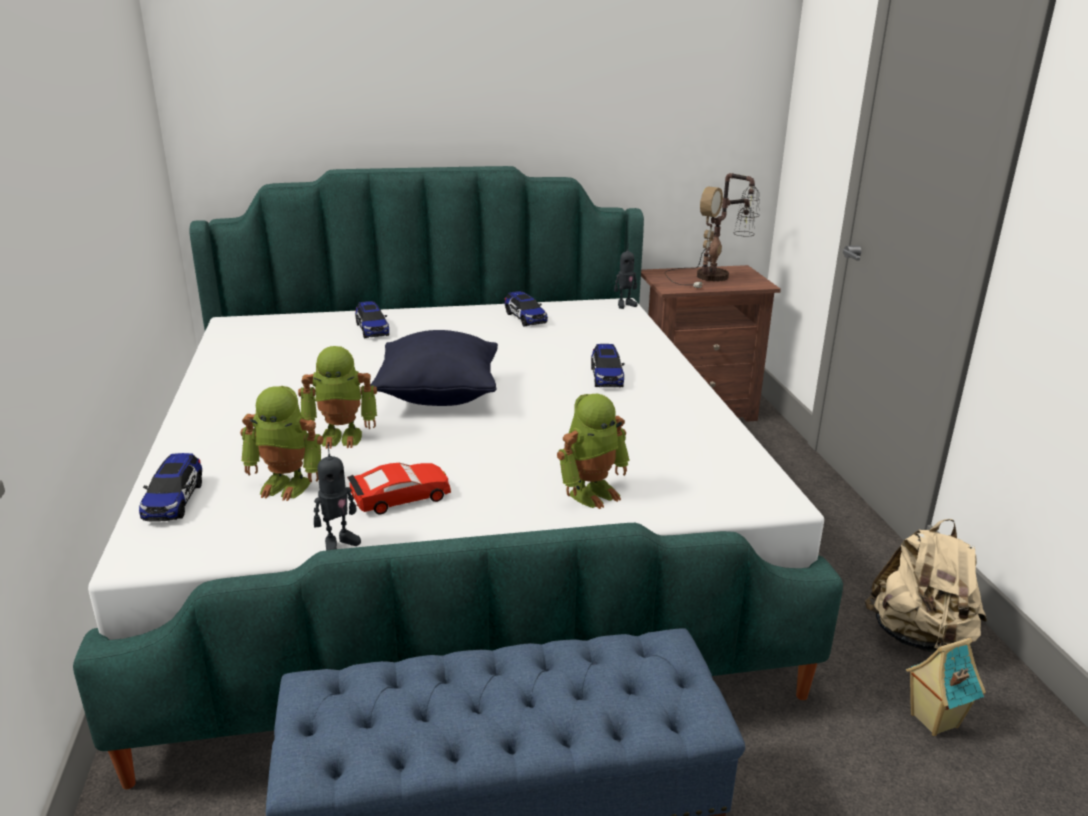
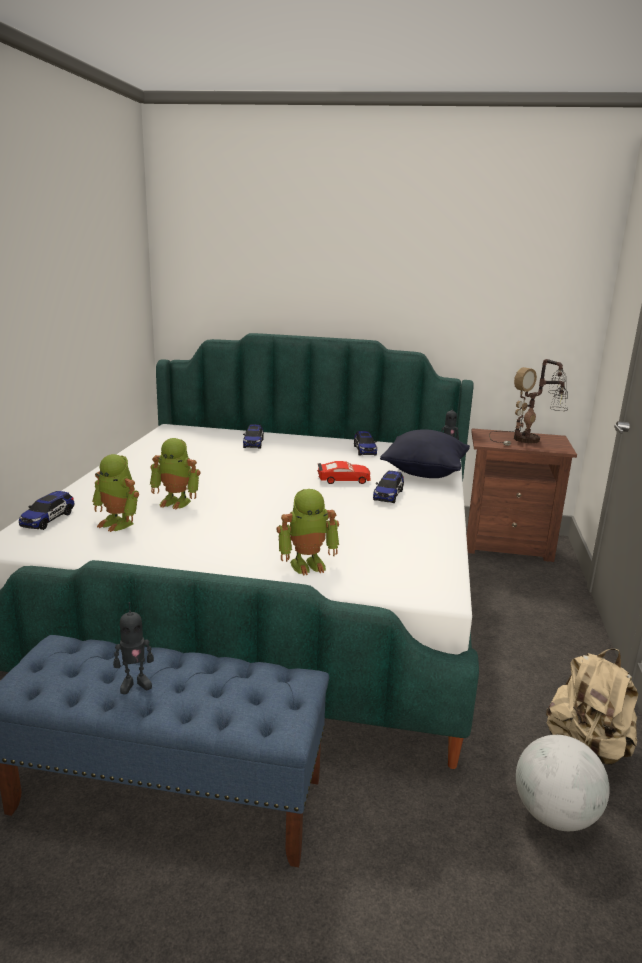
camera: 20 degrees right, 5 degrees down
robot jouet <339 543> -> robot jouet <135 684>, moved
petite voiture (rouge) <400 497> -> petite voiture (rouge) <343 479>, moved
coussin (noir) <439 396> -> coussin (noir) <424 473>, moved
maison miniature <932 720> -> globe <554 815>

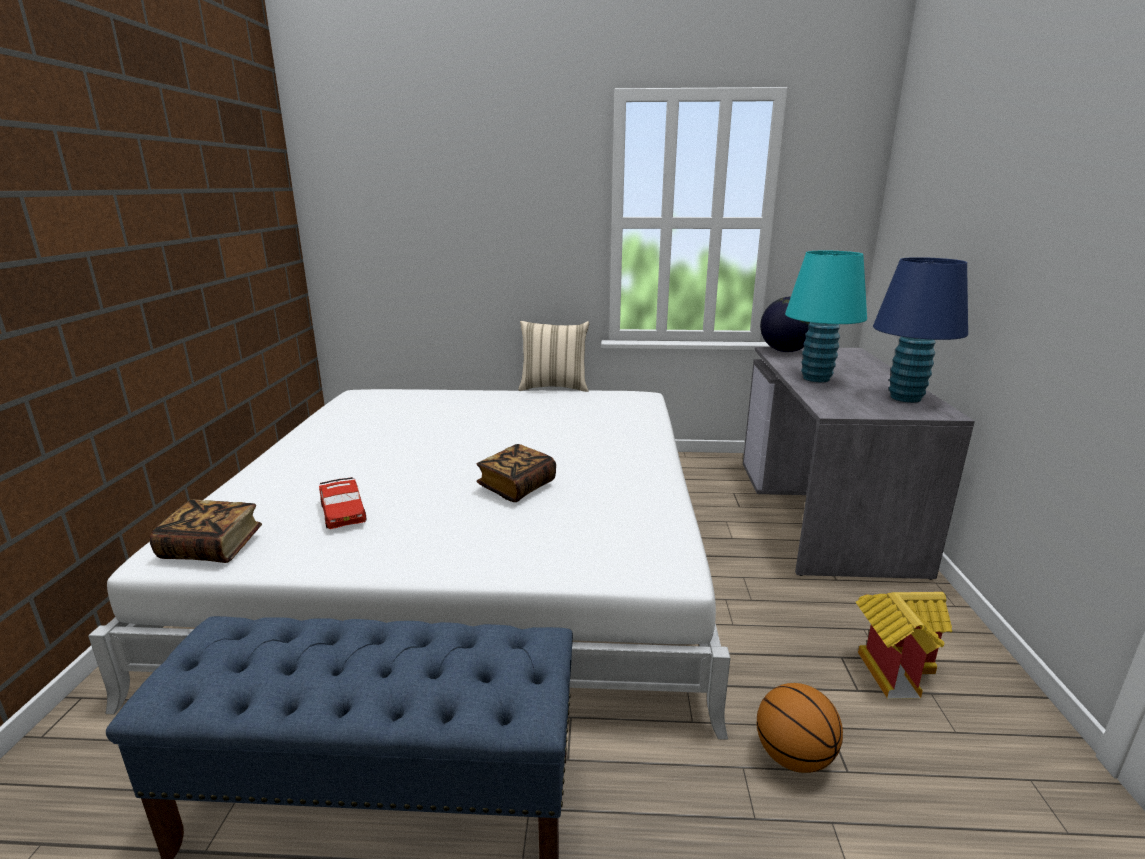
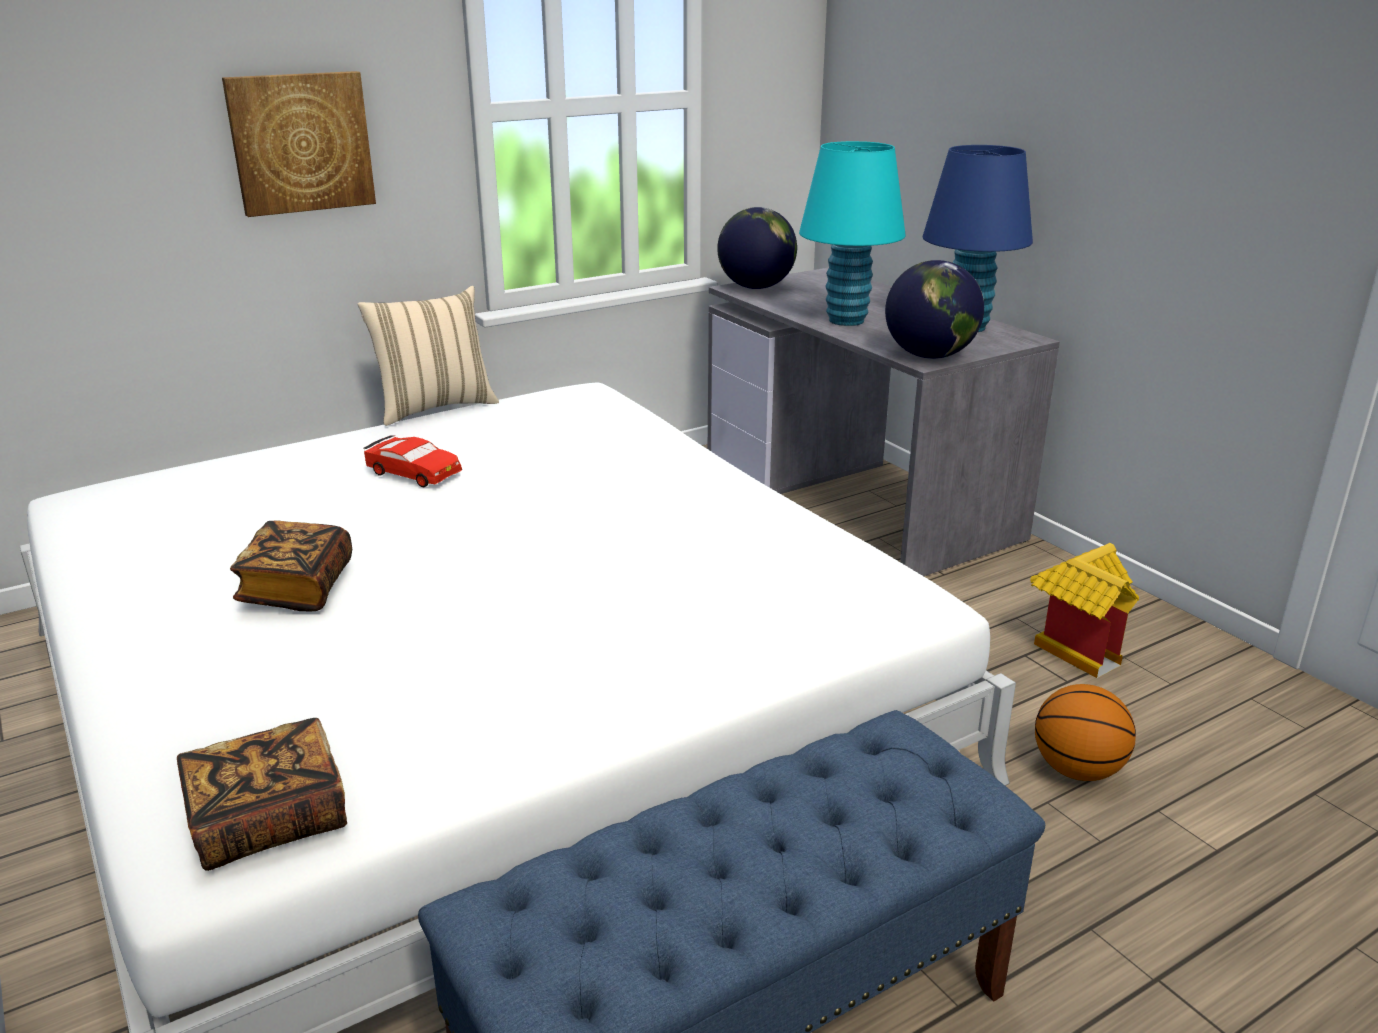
camera: 35 degrees left, 5 degrees up
none -> tableau <301 143>
livre <517 487> -> livre <297 588>, moved
petite voiture (rouge) <343 512> -> petite voiture (rouge) <414 472>, moved
none -> globe <930 356>

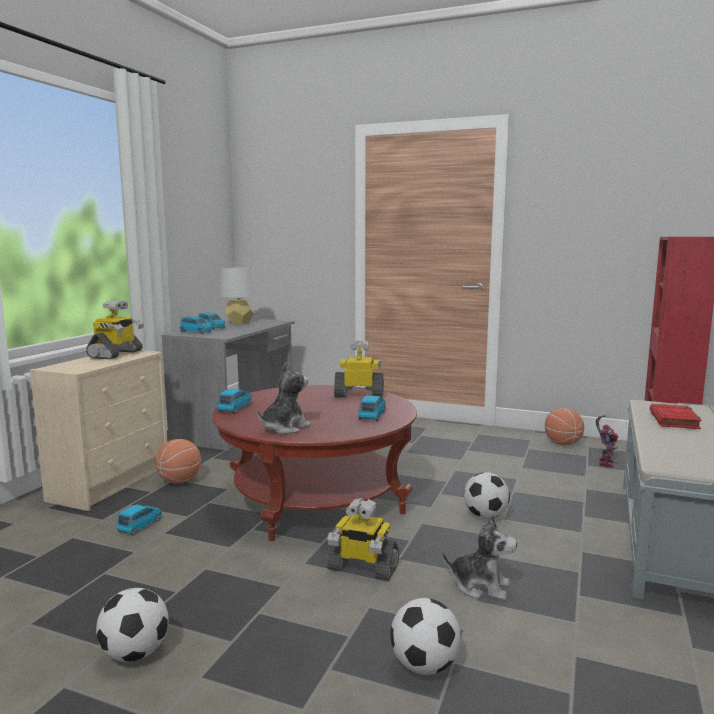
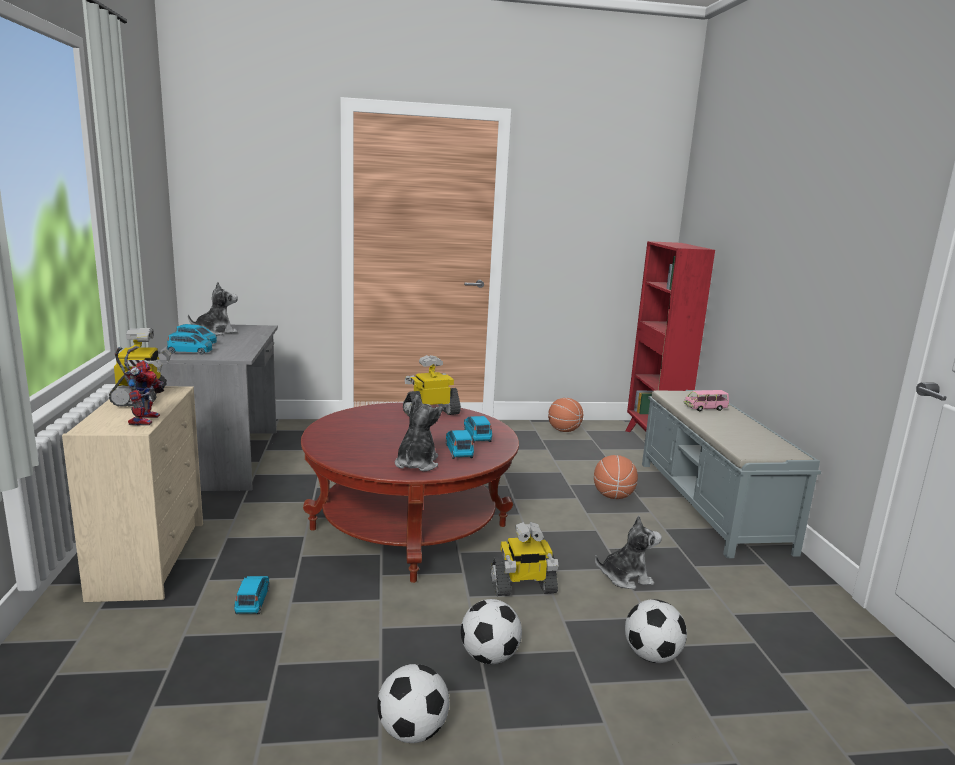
camera: 30 degrees left, 5 degrees up
robot jouet <604 462> -> robot jouet <142 419>, moved
lampe de table (gris) <239 322> -> peluche <216 332>
petite voiture (bleu) <235 408> -> petite voiture (bleu) <458 451>, moved
ballon de foot <486 516> -> ballon de foot <489 656>, moved
ballon de basket <179 481> -> ballon de basket <613 496>, moved
livre (rouge) <674 420> -> petite voiture (rose) <705 408>

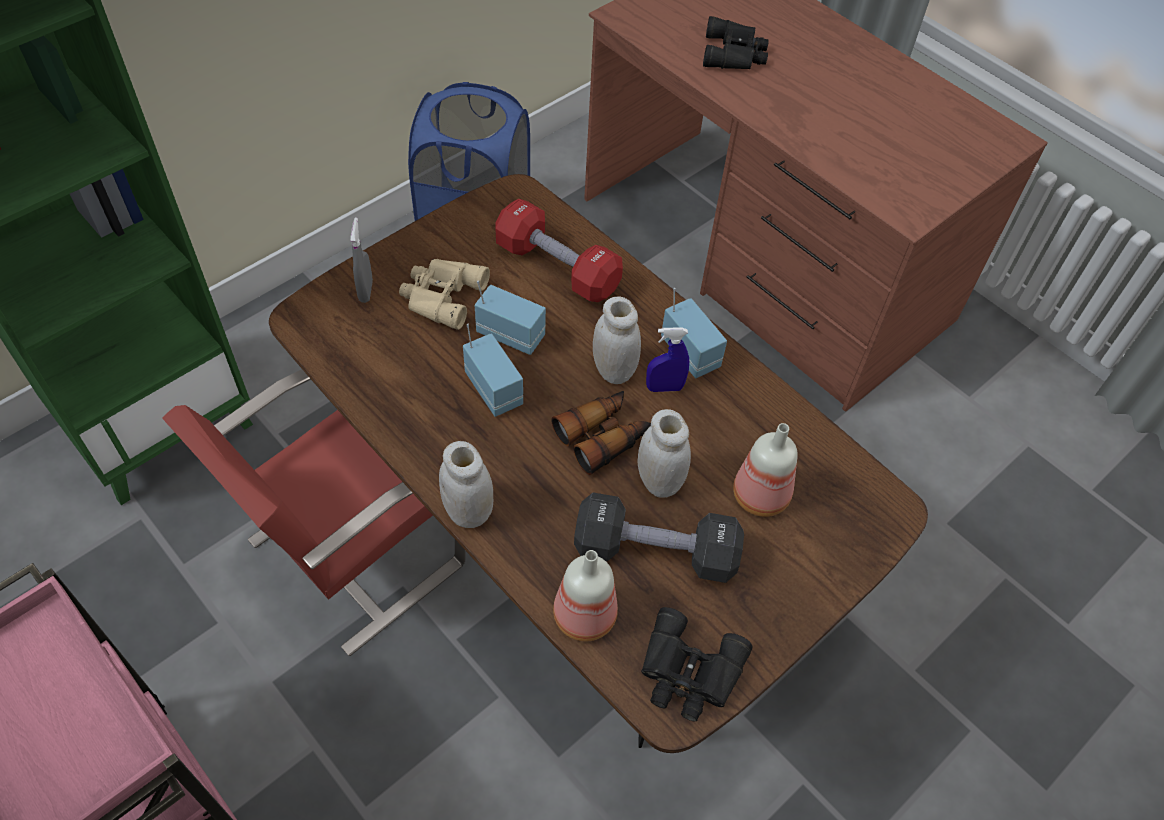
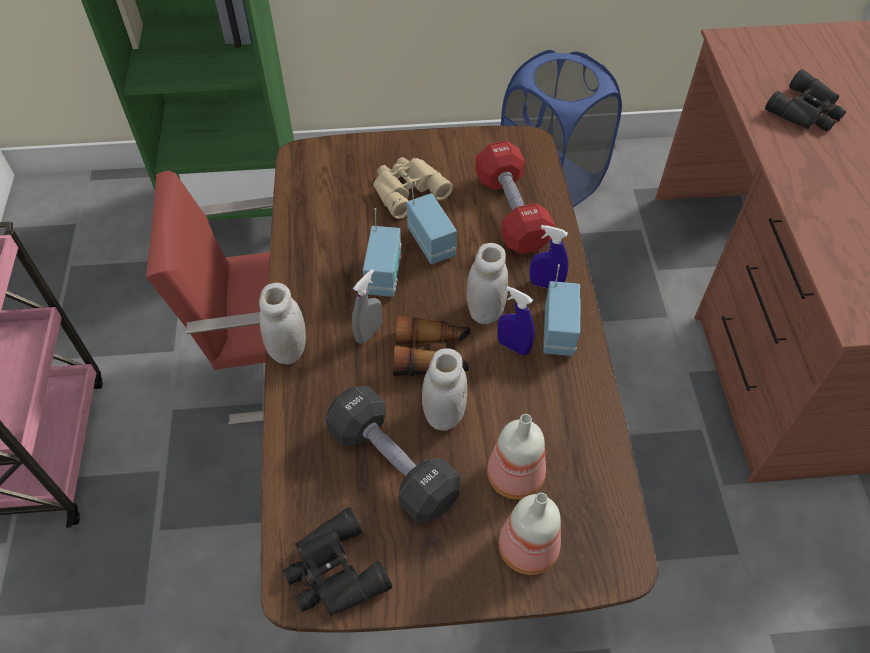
camera: 40 degrees right, 0 degrees up
vaporisateur (gris) <366 291> -> vaporisateur (gris) <369 333>, moved
bouteille <583 617> -> bouteille <526 549>, moved
none -> vaporisateur (bleu) <545 284>

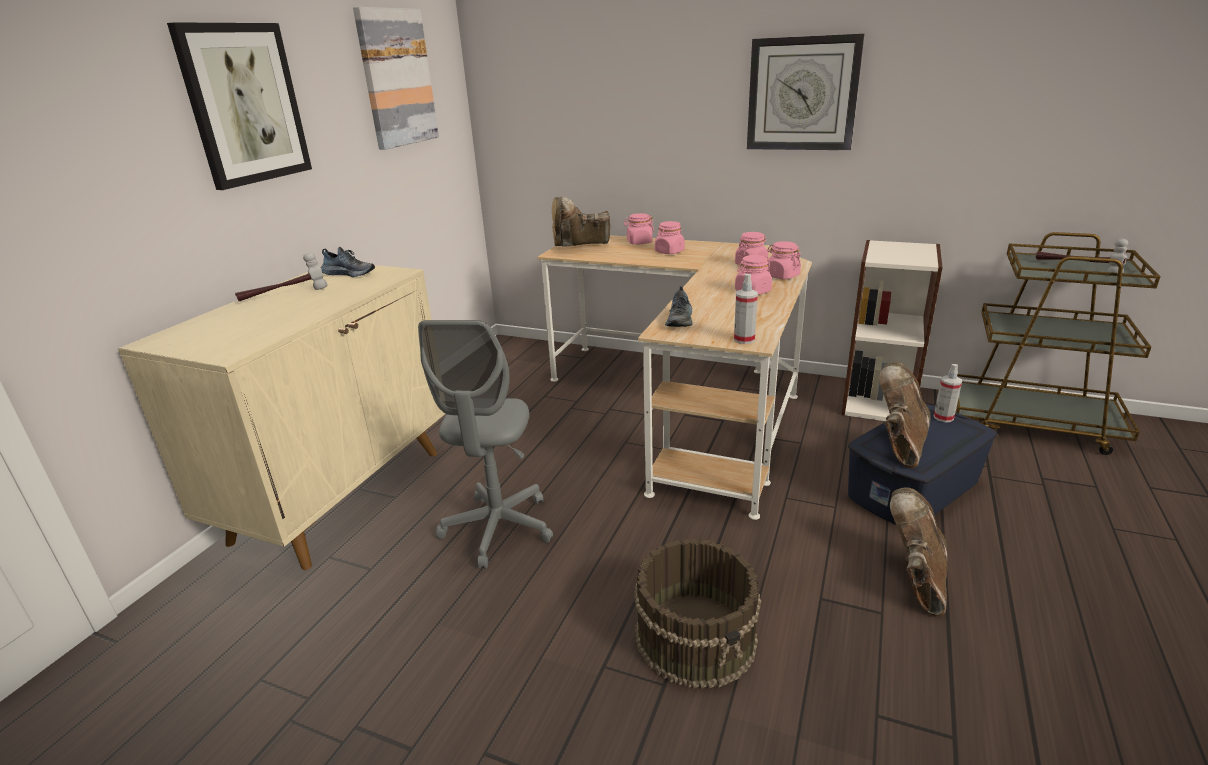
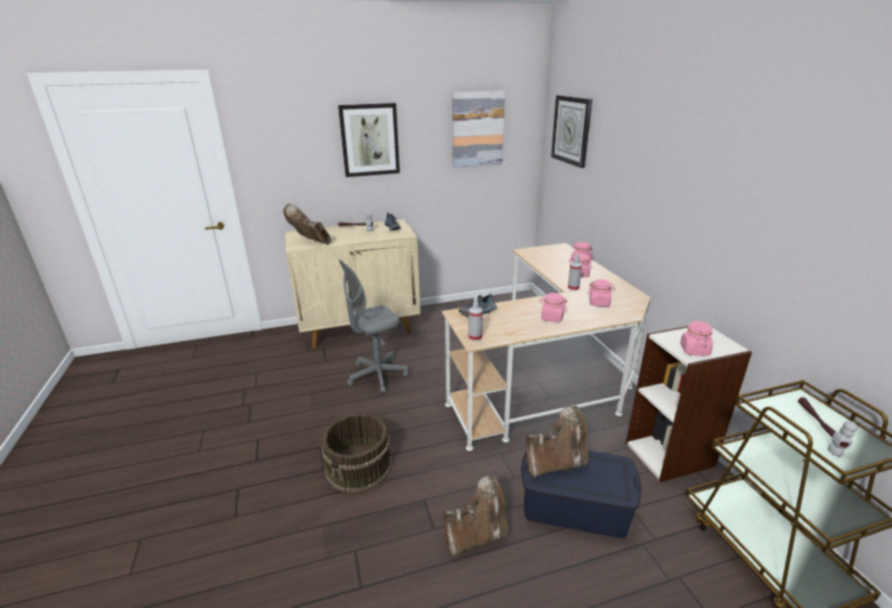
camera: 50 degrees right, 0 degrees up
botte (marron) <579 248> -> botte (marron) <310 242>, moved
horloge murale <802 94> -> horloge murale <571 130>, moved
vaporisateur <943 417> -> vaporisateur <573 288>, moved
bocal (rose) <782 276> -> bocal (rose) <694 350>, moved

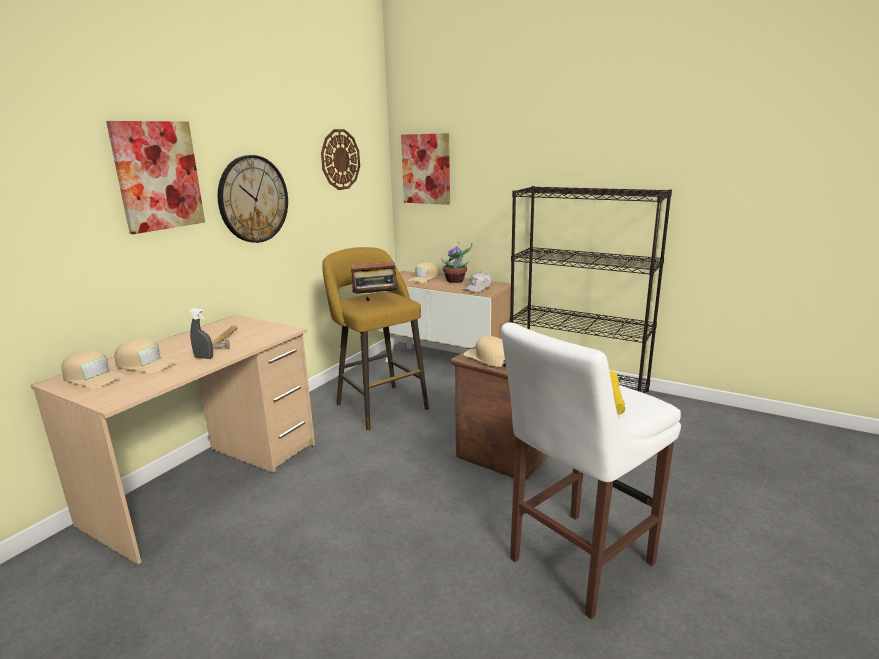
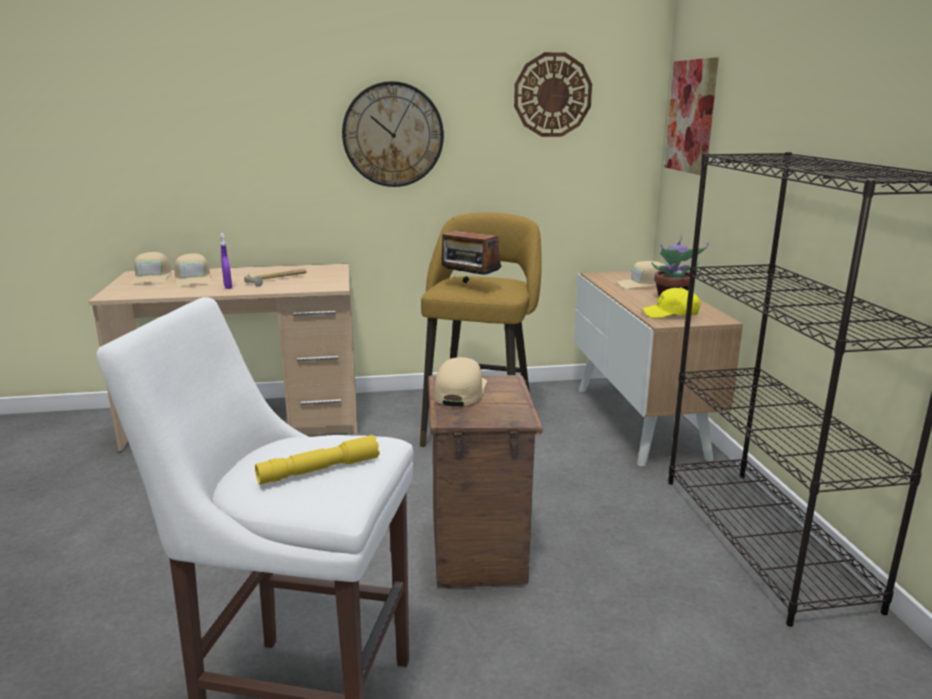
camera: 50 degrees right, 0 degrees up
vaporisateur (gris) <204 358> -> vaporisateur (violet) <228 287>
casquette (blanc) <478 288> -> casquette (jaune) <670 314>
tableau <158 176> -> none

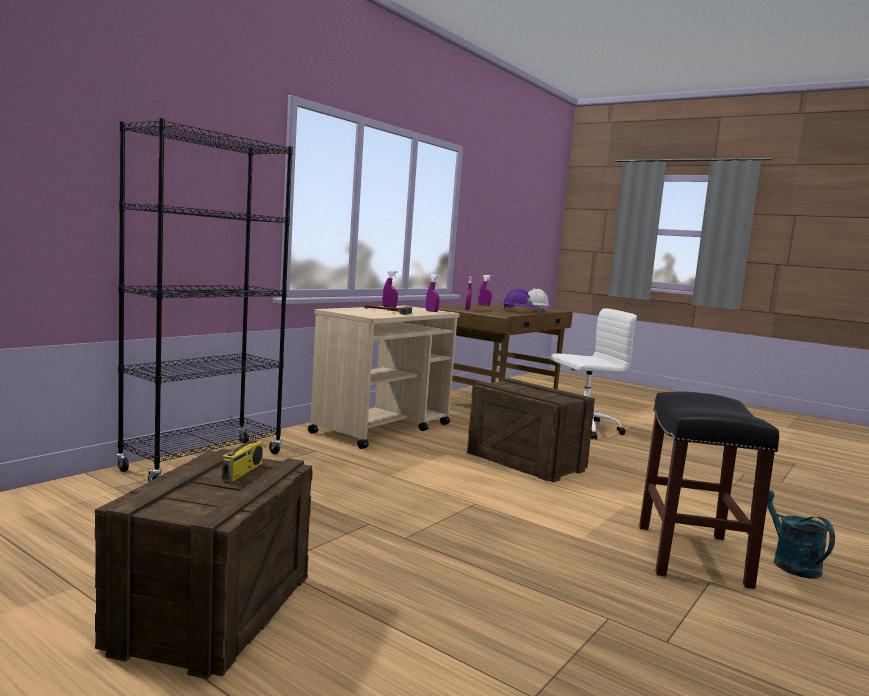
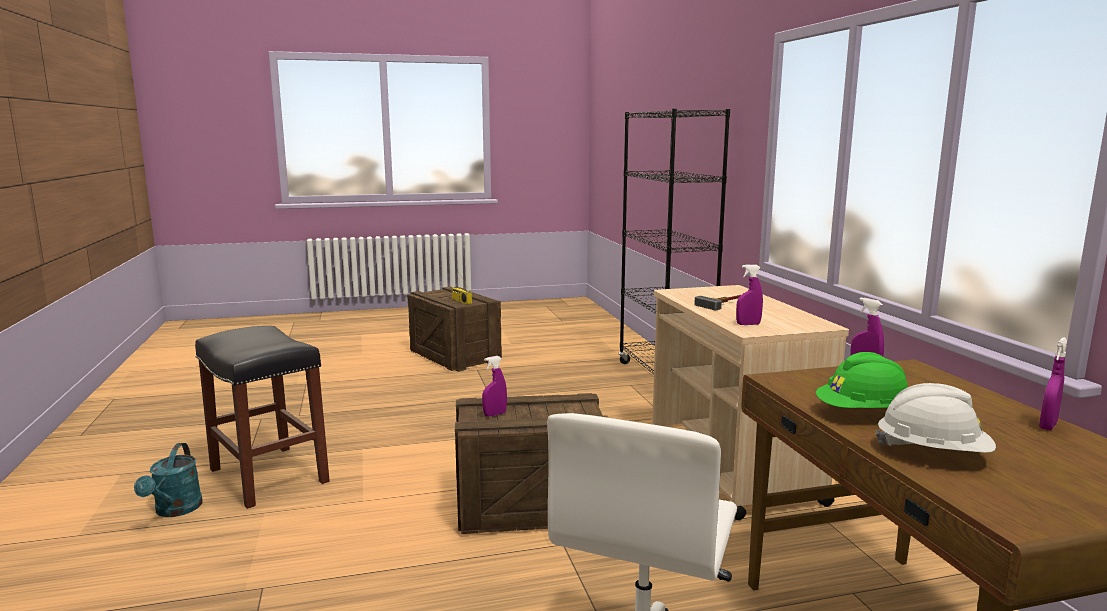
camera: 130 degrees right, 5 degrees up
arrosoir (turquoise) <790 563> -> arrosoir (turquoise) <175 510>, 60 degrees clockwise
vaporisateur (violet) <389 307> -> vaporisateur (violet) <495 414>, moved
casque de chantier (violet) <518 312> -> casque de chantier (vert) <862 413>

